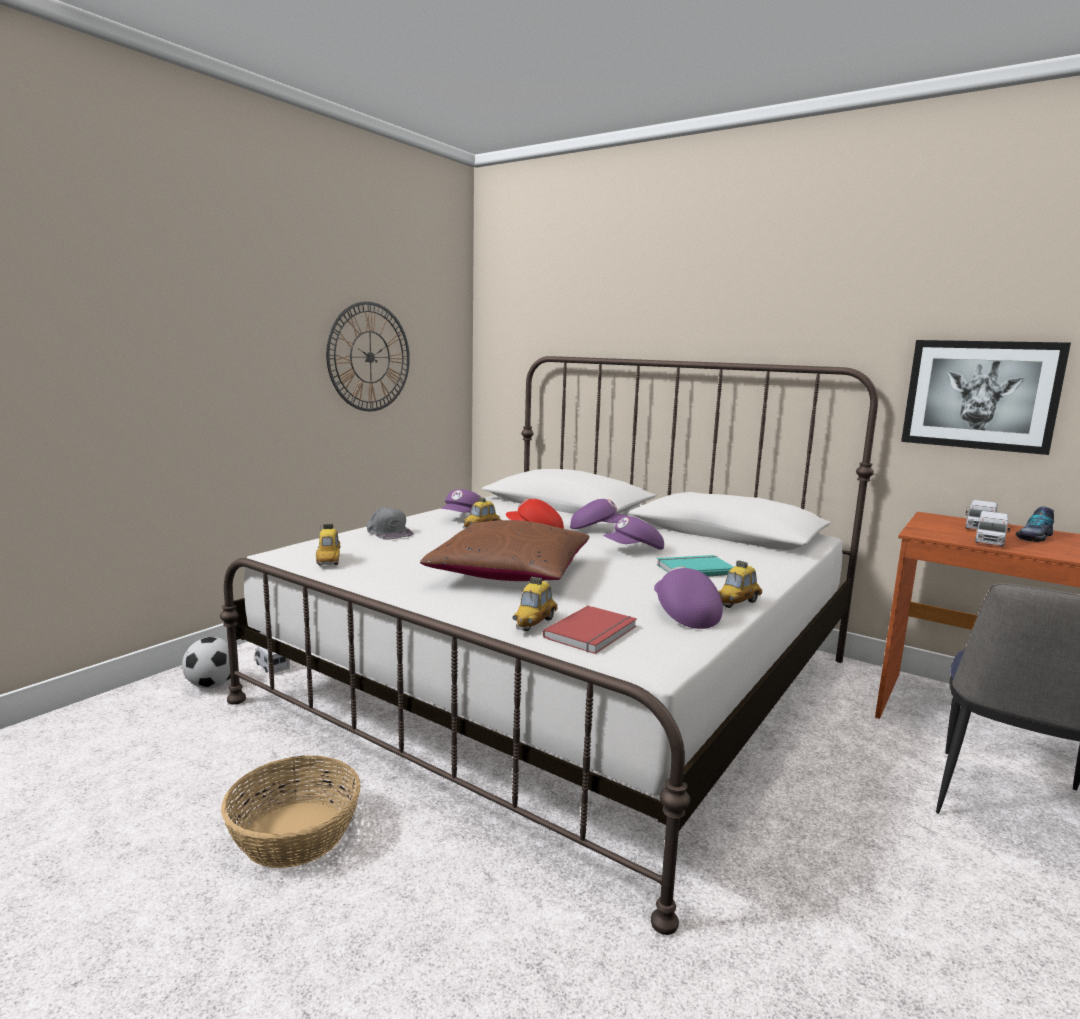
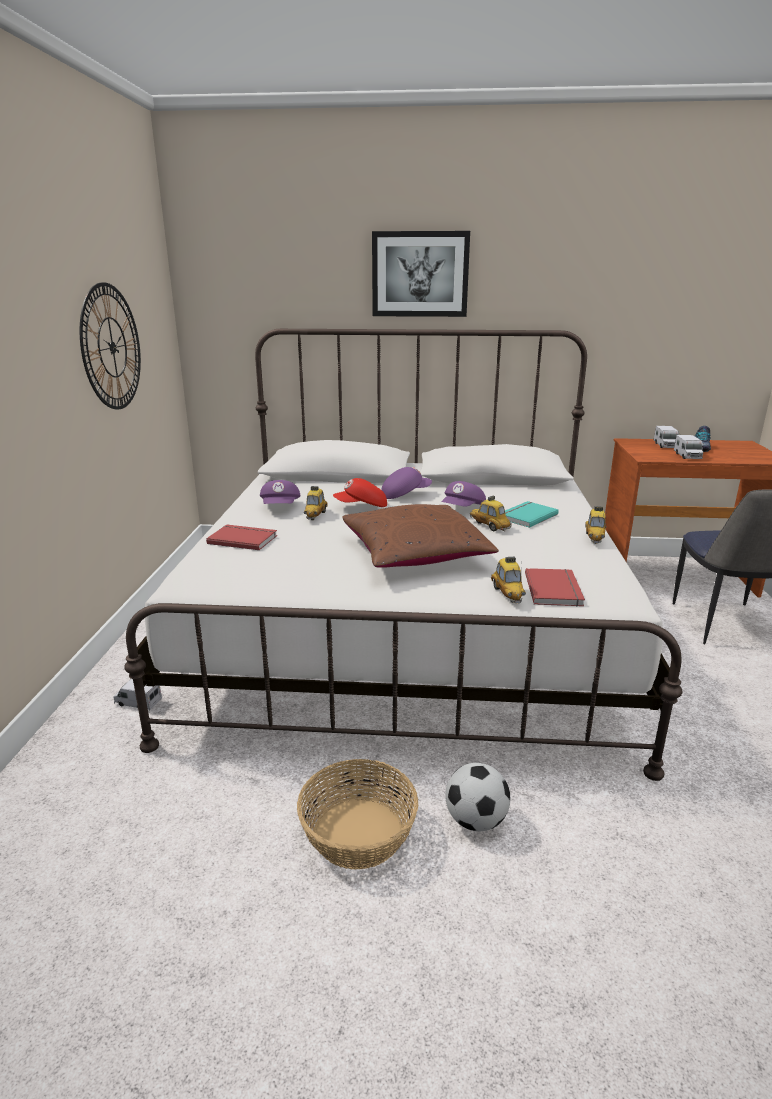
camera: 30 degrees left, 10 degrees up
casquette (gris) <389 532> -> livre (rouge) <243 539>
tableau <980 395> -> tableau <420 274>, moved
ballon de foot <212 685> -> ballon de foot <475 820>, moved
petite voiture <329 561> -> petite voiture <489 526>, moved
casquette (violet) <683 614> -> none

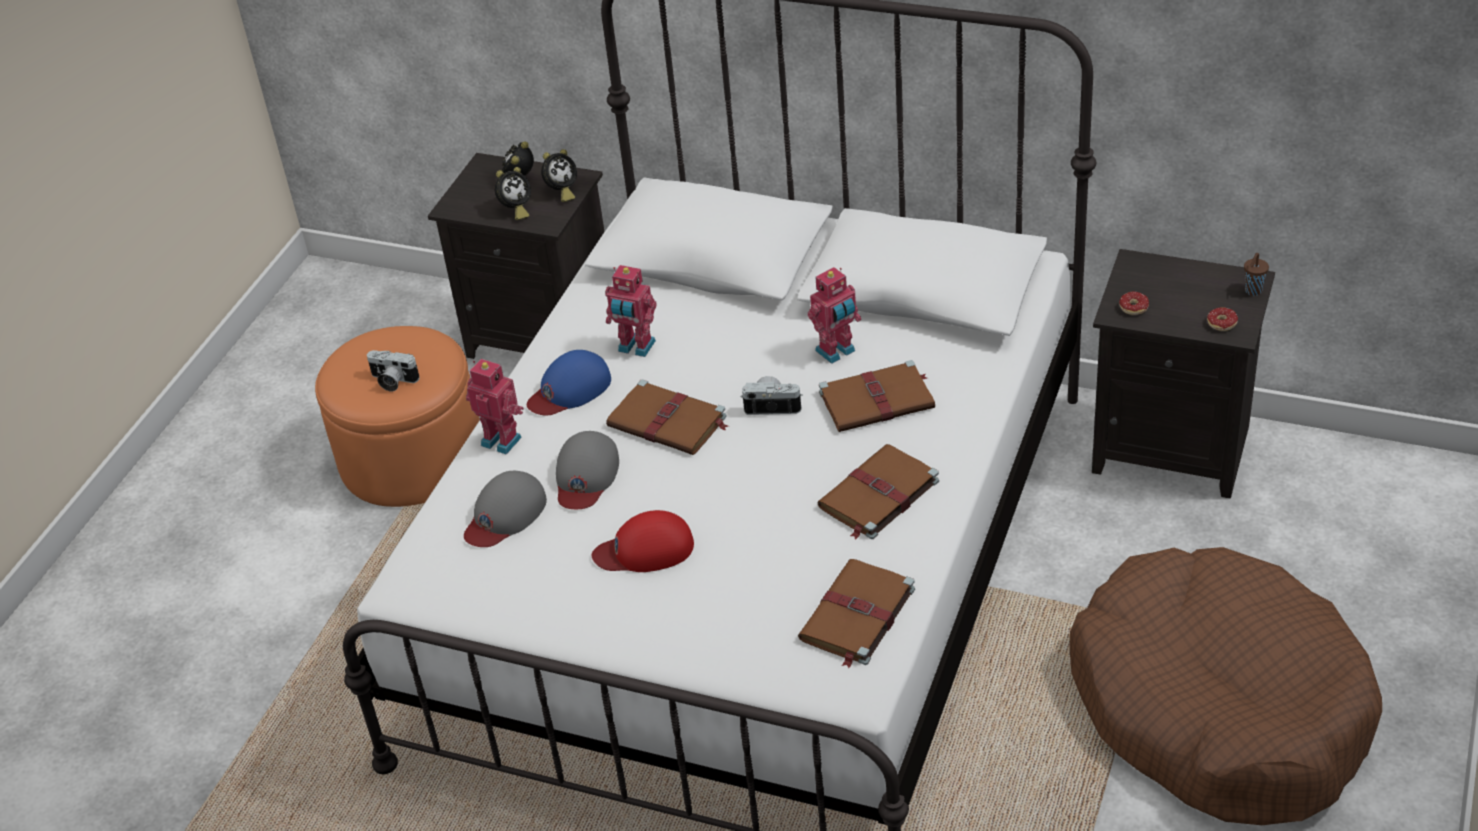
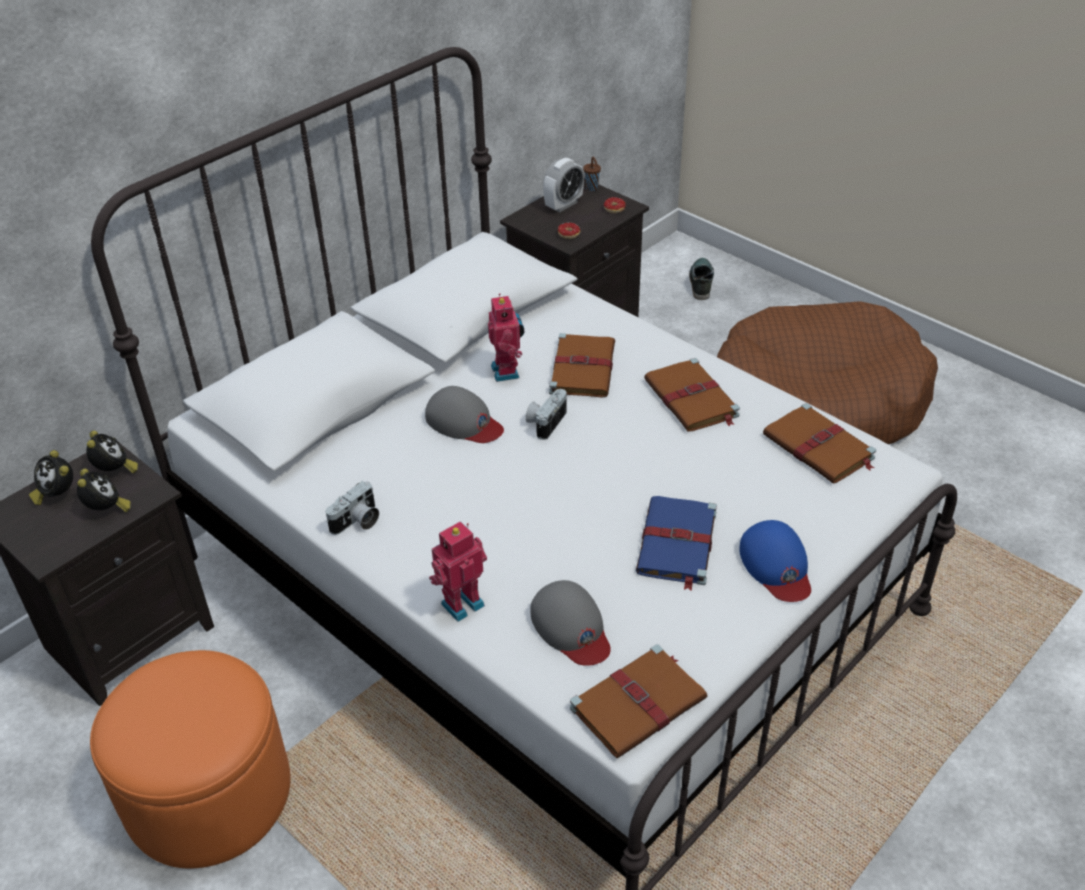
camera: 70 degrees left, 0 degrees up
appareil photo <392 381> -> appareil photo <357 522>, moved
casquette (gris) <586 476> -> casquette (gris) <464 422>, moved
none -> réveil <563 205>
livre (marron) <669 422> -> livre (marron) <639 702>, moved
casquette (rouge) <645 550> -> livre (bleu) <677 544>
none -> chaussure <700 282>
casquette (bleu) <570 389> -> casquette (bleu) <776 565>, moved
robot jouet <635 347> -> none

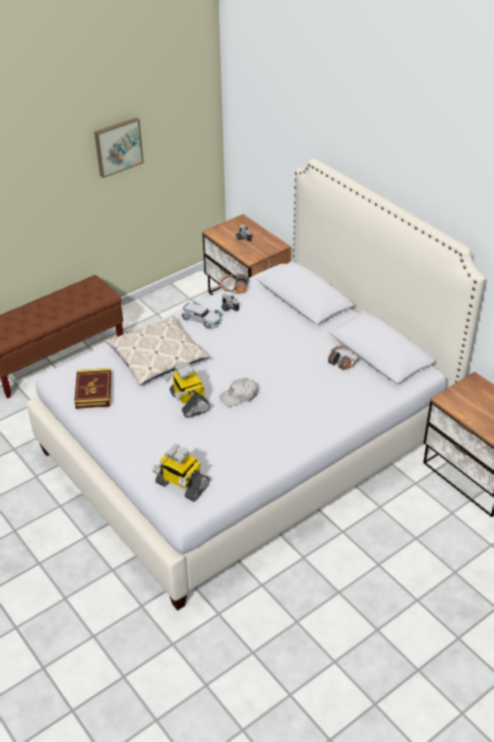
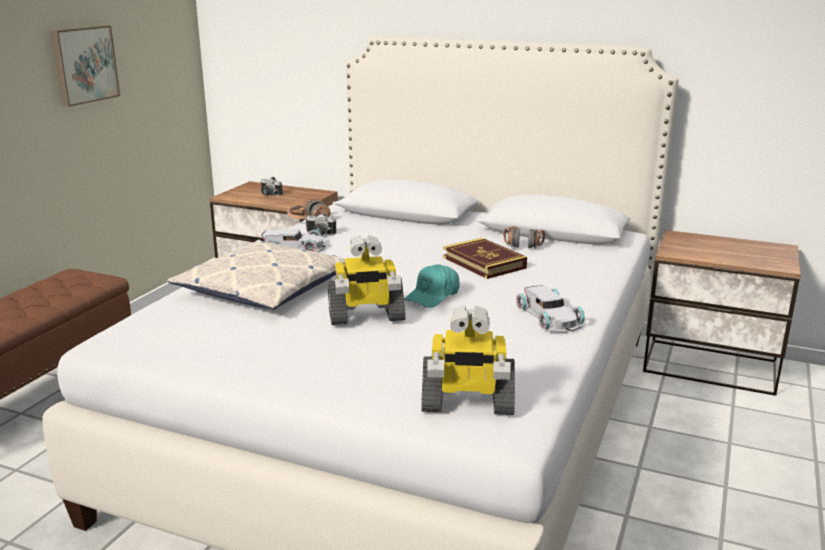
camera: 30 degrees left, 20 degrees down
robot jouet <188 402> -> robot jouet <366 316>, 45 degrees counterclockwise
casquette (blanc) <239 396> -> casquette (turquoise) <433 296>
livre <93 391> -> livre <484 263>, moved
none -> petite voiture (blanc) <548 316>

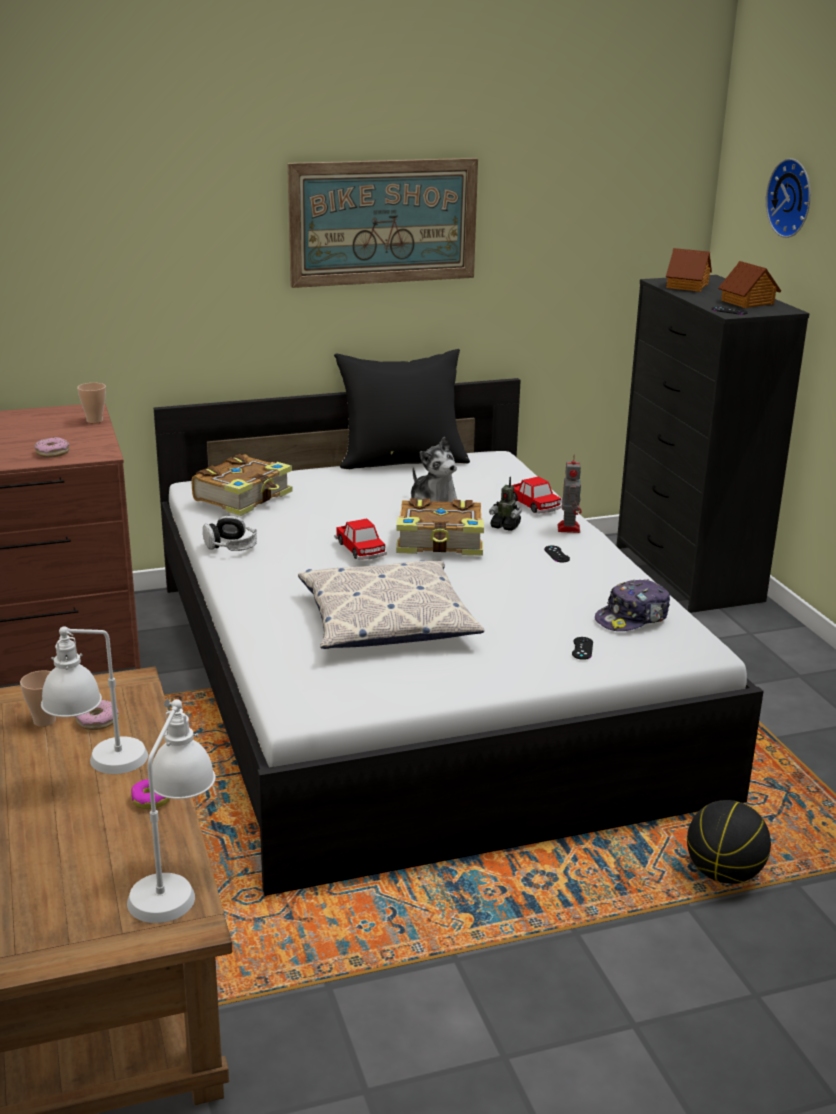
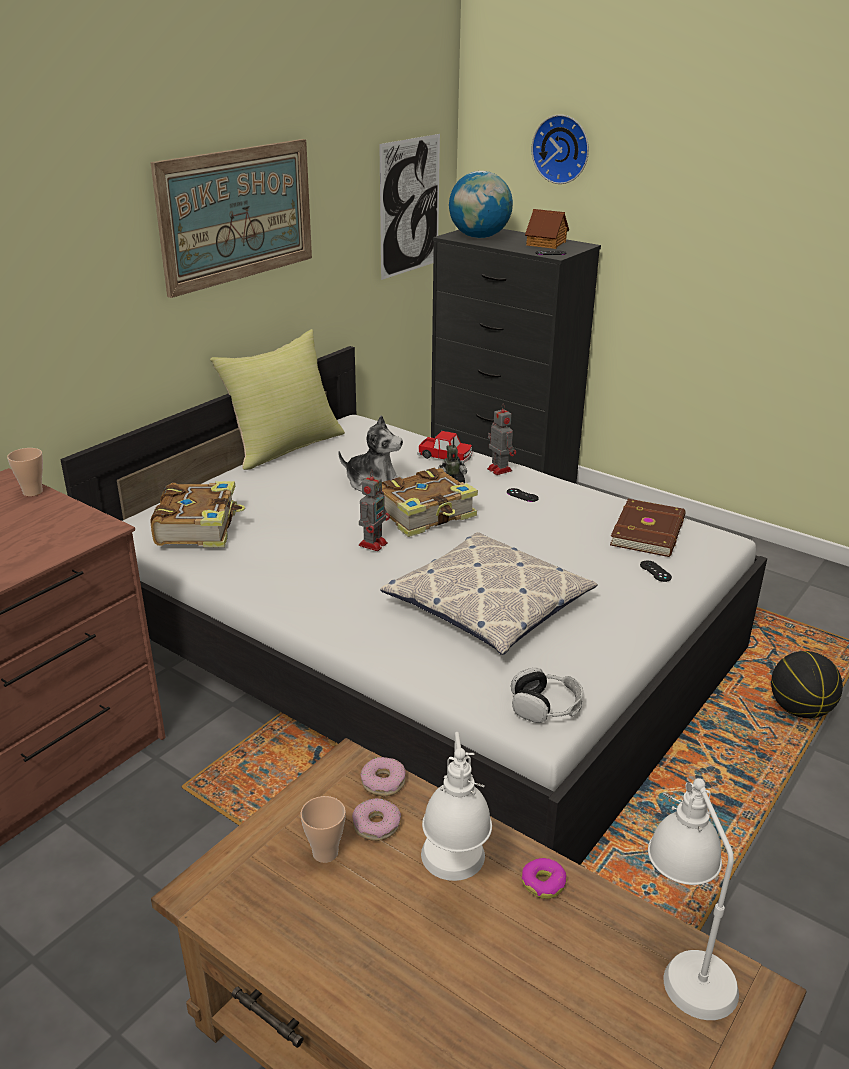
camera: 35 degrees left, 5 degrees up
coussin (noir) <402 460> -> coussin (jaune) <285 447>
petite voiture <360 549> -> robot jouet <373 543>
beignet <52 453> -> beignet <383 782>, moved
none -> tableau <410 206>
maison miniature <688 286> -> globe <479 237>
casque audio <231 546> -> casque audio <545 706>, moved
casquette <632 618> -> livre (marron) <649 532>

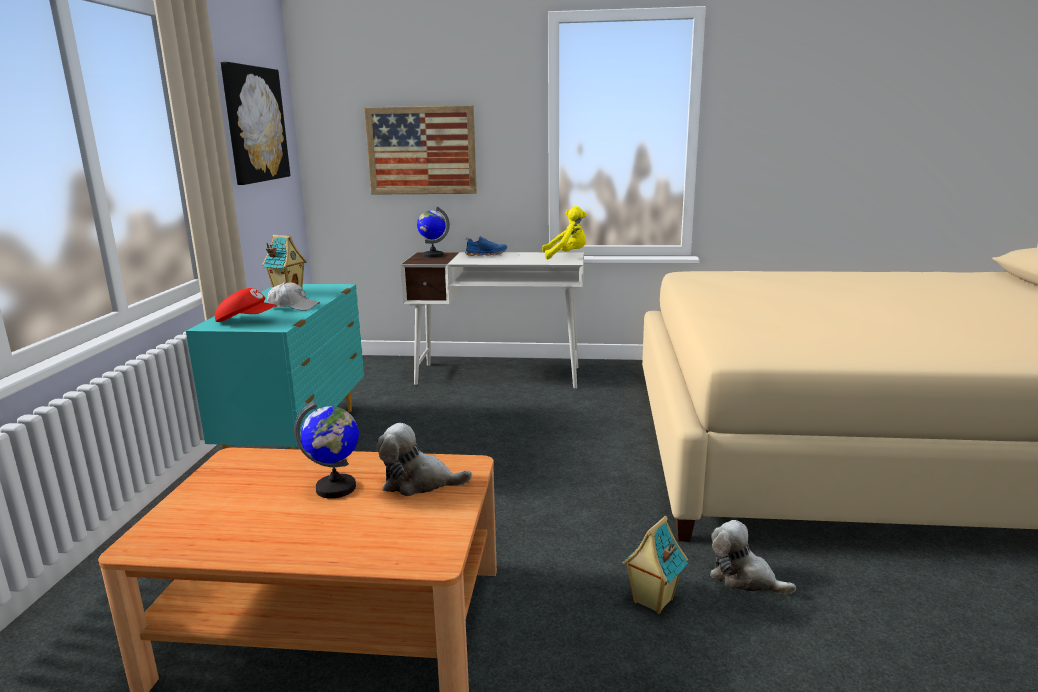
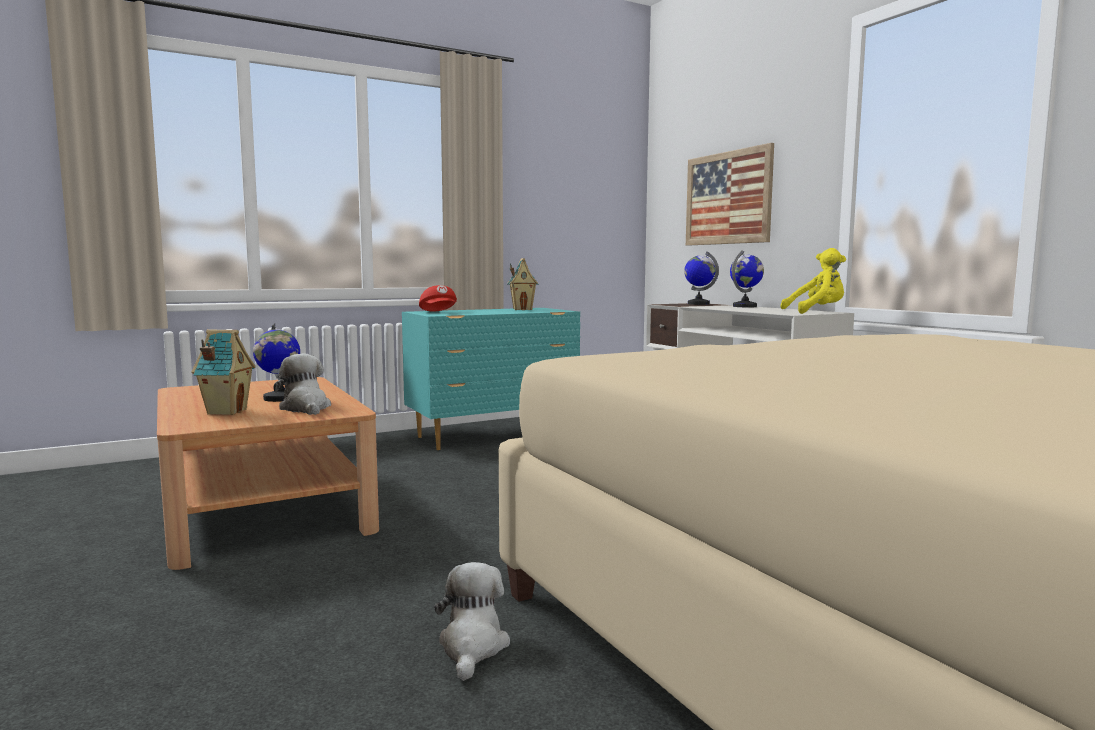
camera: 55 degrees right, 10 degrees down
maison miniature <652 601> -> maison miniature <226 411>, moved
chaussure (bleu) <486 254> -> globe <745 306>
peluche (jaune) <566 256> -> peluche (jaune) <817 312>, 60 degrees counterclockwise
tableau <255 124> -> none
casquette (blanc) <293 306> -> none

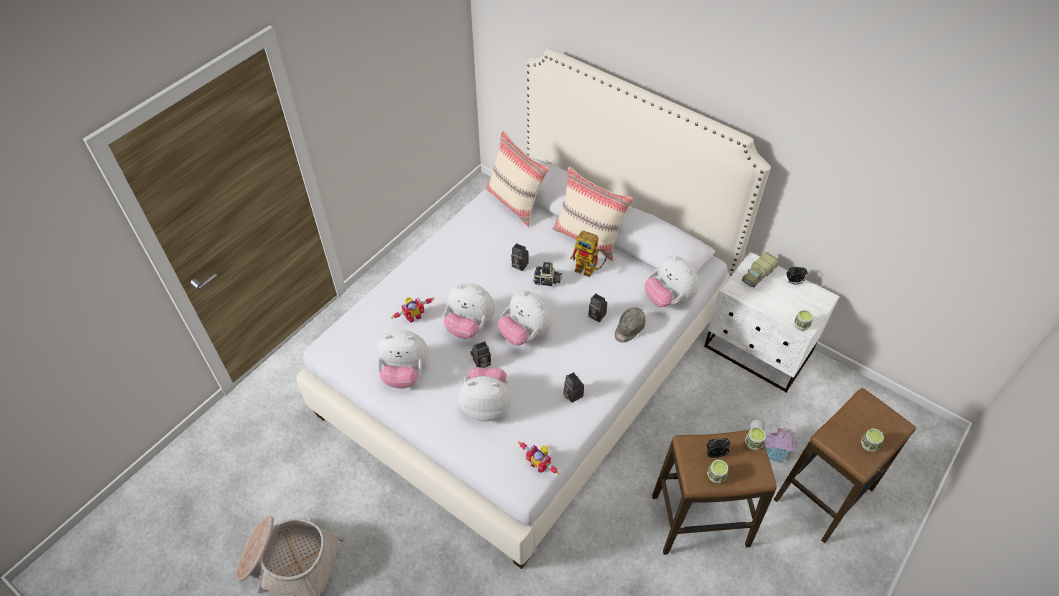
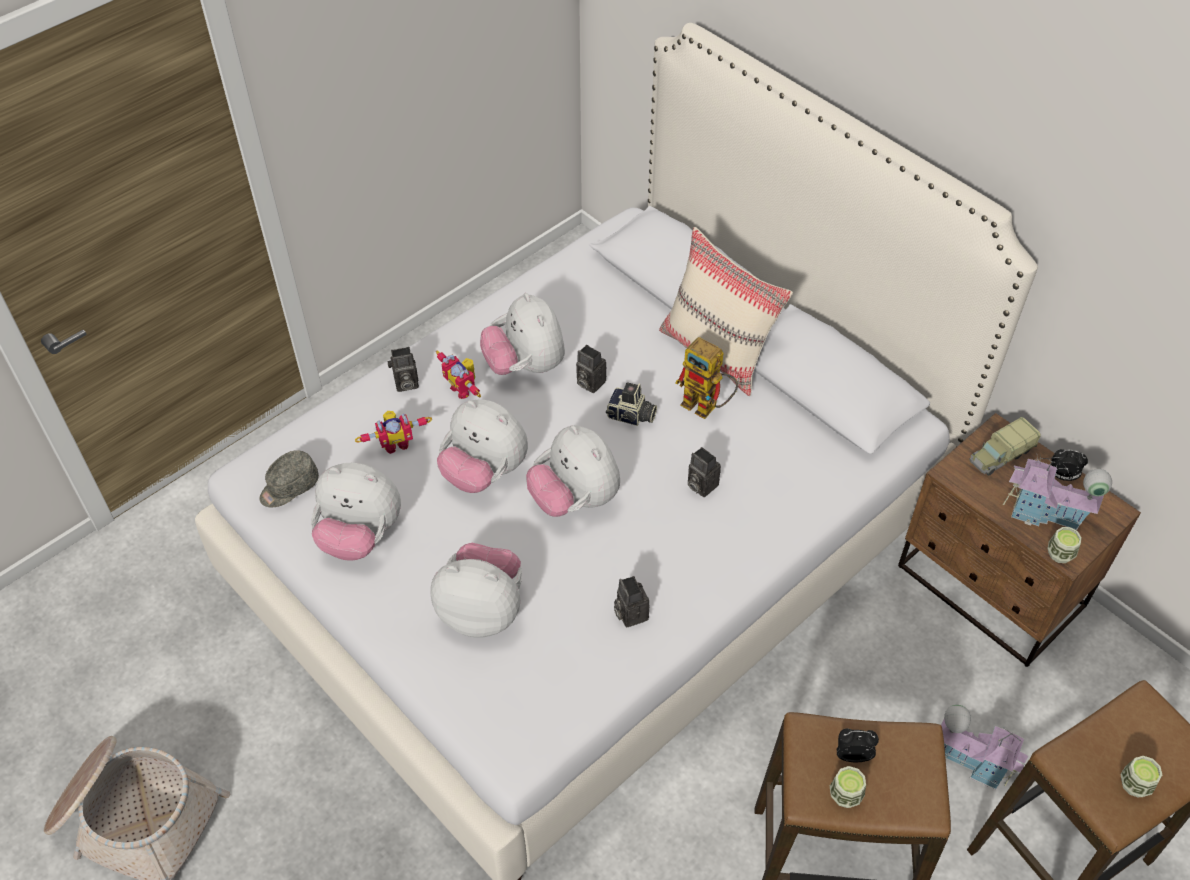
camera: 10 degrees right, 0 degrees up
casquette (gris) <628 329> -> casquette (gris) <289 487>, moved
appareil photo <481 363> -> appareil photo <405 384>, moved
robot jouet <540 464> -> robot jouet <463 388>, moved
peluche <668 298> -> peluche <525 365>, moved
table de chevet (blanc) <757 351> -> table de chevet (marron) <990 588>
none -> maison miniature <1044 513>
coussin (beige) <515 202> -> none
tasse <753 443> -> none

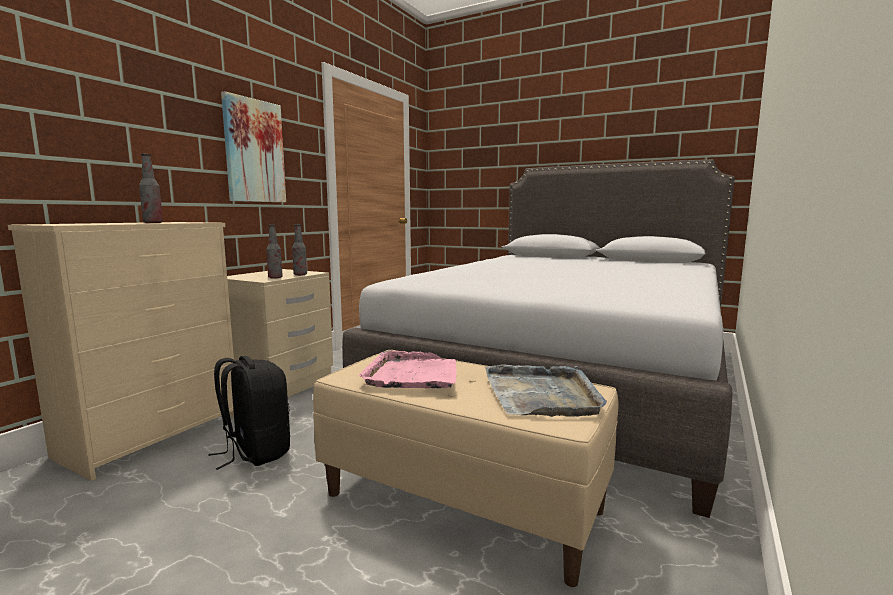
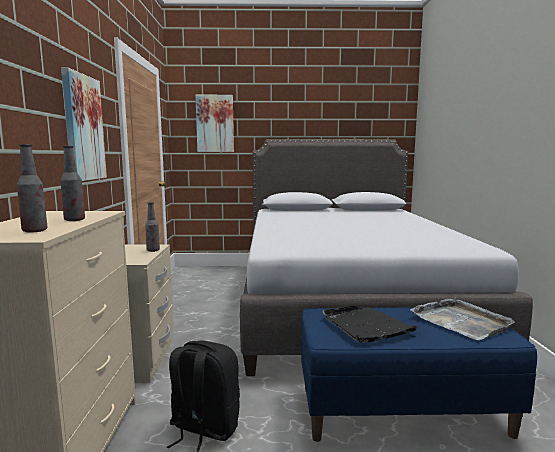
camera: 30 degrees left, 0 degrees up
bouteille <275 277> -> bouteille <35 231>, moved
none -> tableau <215 123>
banc (beige) <463 502> -> banc (bleu) <402 410>
plateau (rose) <413 375> -> plateau (noir) <366 326>

